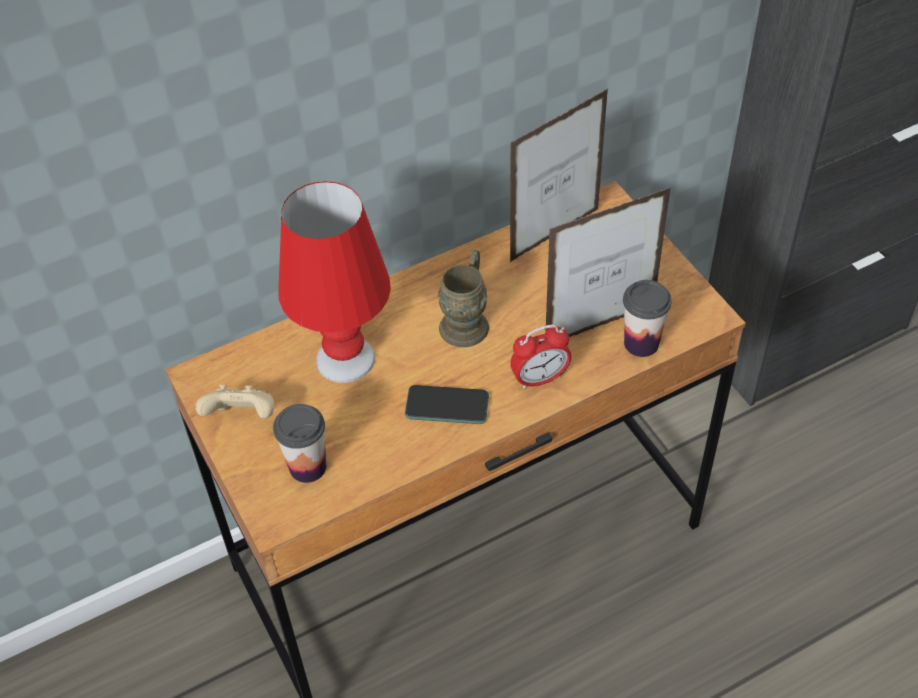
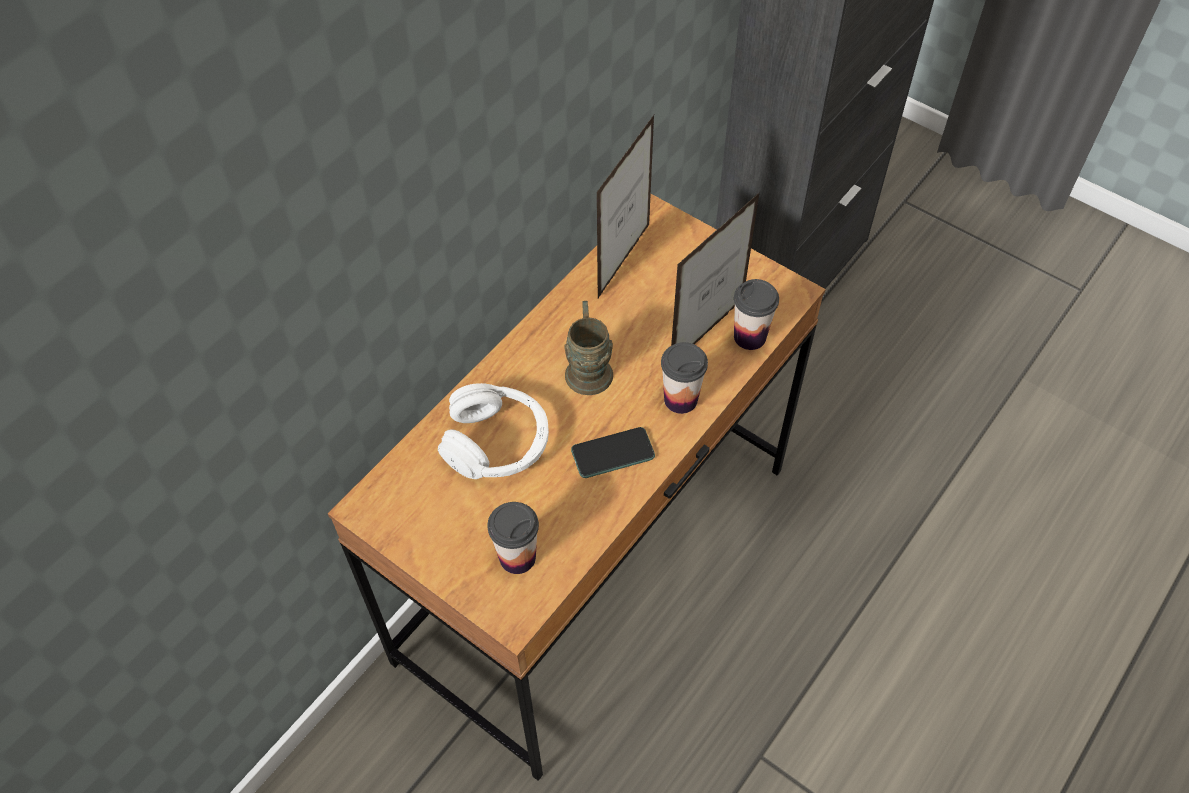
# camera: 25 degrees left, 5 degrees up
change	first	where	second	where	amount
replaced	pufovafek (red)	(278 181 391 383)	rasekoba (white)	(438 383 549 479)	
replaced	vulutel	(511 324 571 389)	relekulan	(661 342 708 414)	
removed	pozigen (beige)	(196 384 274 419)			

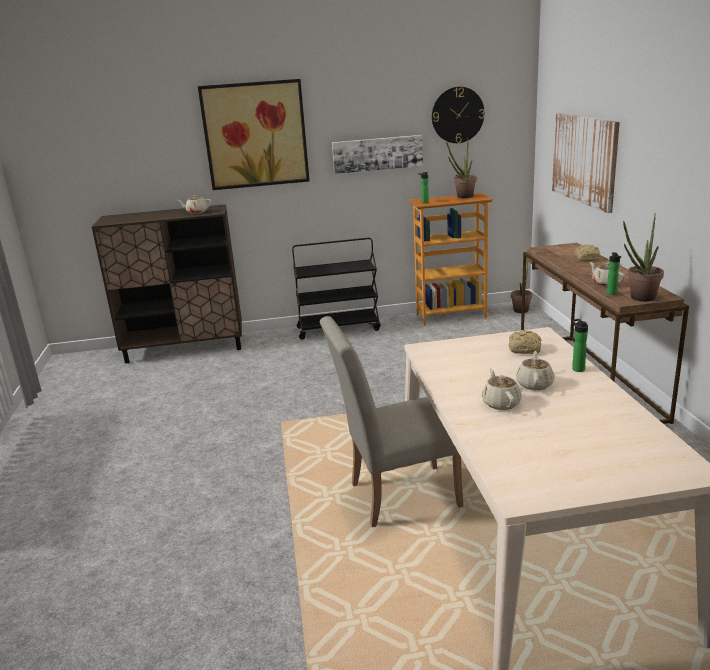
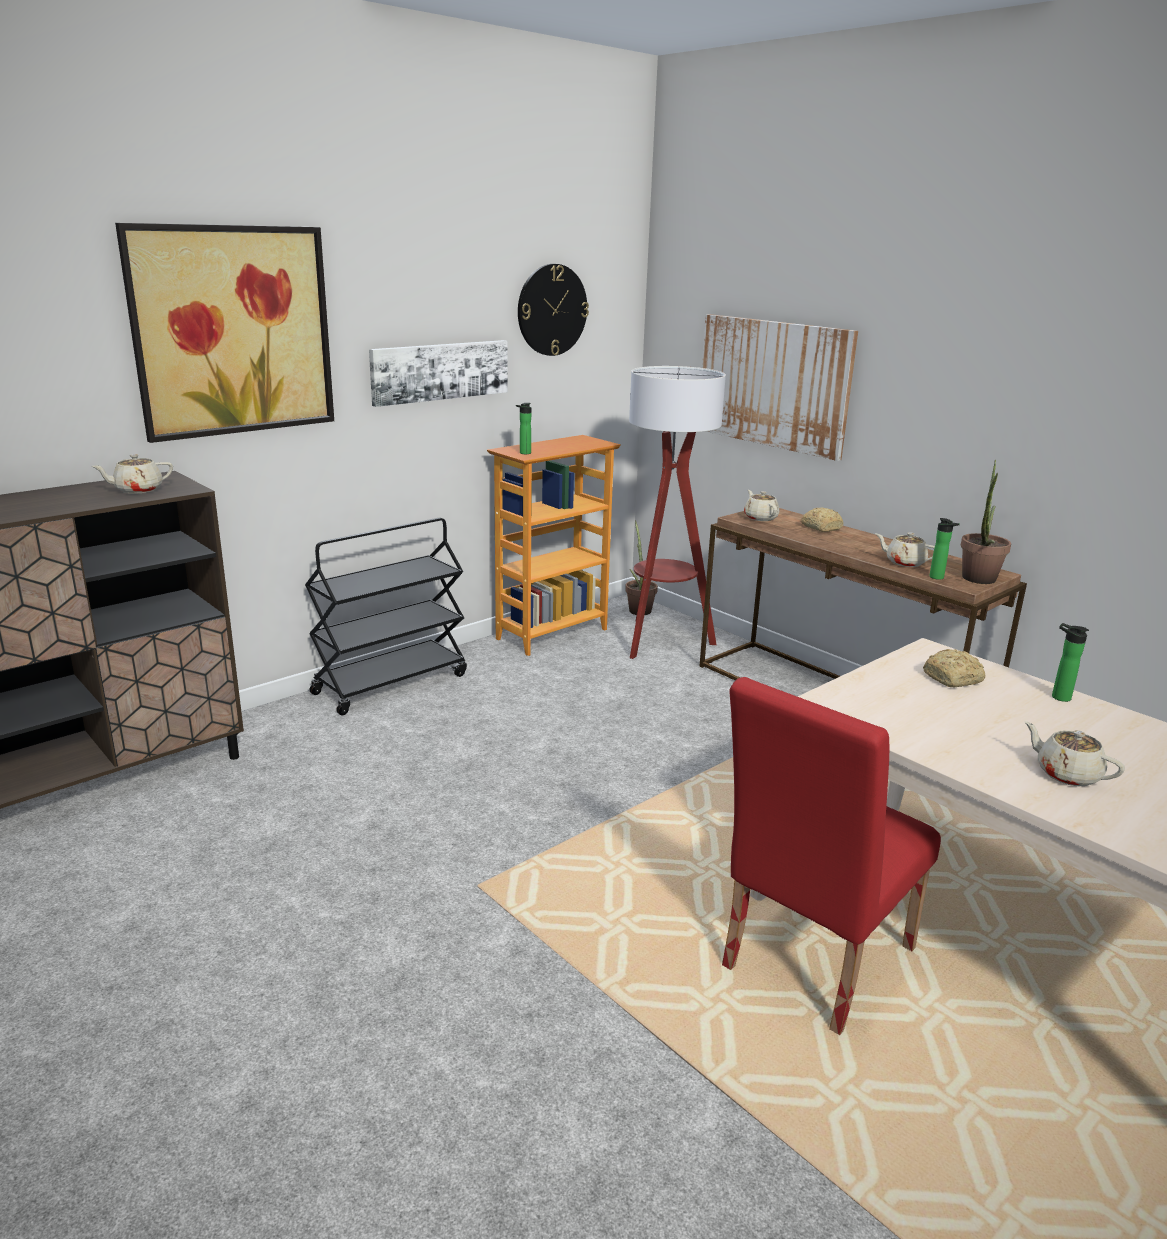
# camera: 35 degrees left, 0 degrees up
change	first	where	second	where	amount
added			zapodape	(629 366 726 659)	
recoloured	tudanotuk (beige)	(320 316 463 527)	tudanotuk (red)	(722 677 941 1035)	
moved	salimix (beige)	(516 351 555 390)		(744 490 779 521)	
removed	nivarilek	(446 140 477 198)			

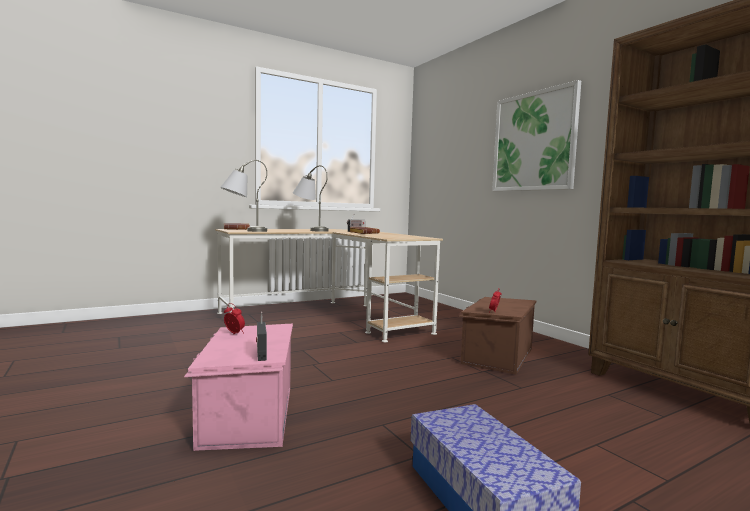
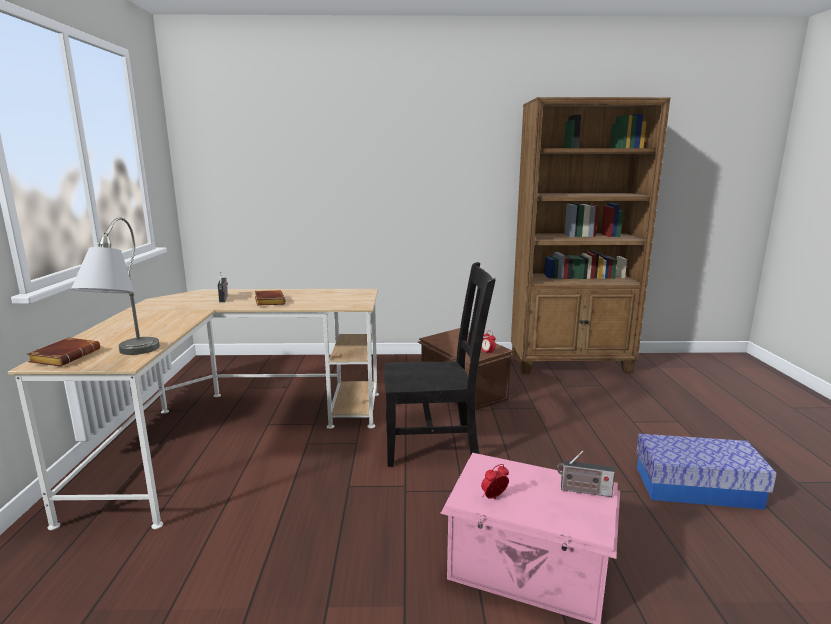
# camera: 60 degrees left, 10 degrees up
change	first	where	second	where	amount
added			tudanotuk (black)	(384 262 496 467)	
removed	pufovafek (grey)	(293 165 328 232)			
removed	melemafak	(492 80 581 191)			

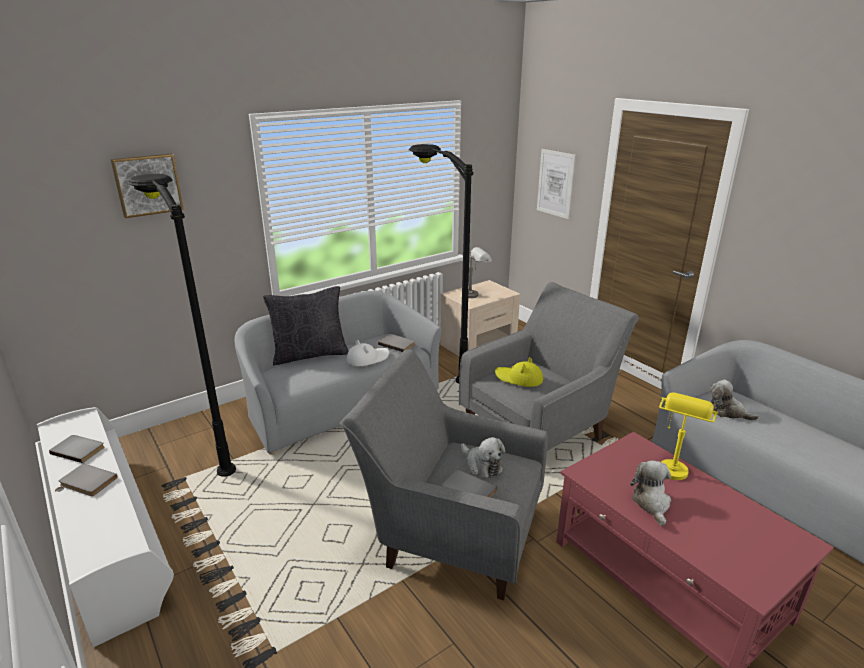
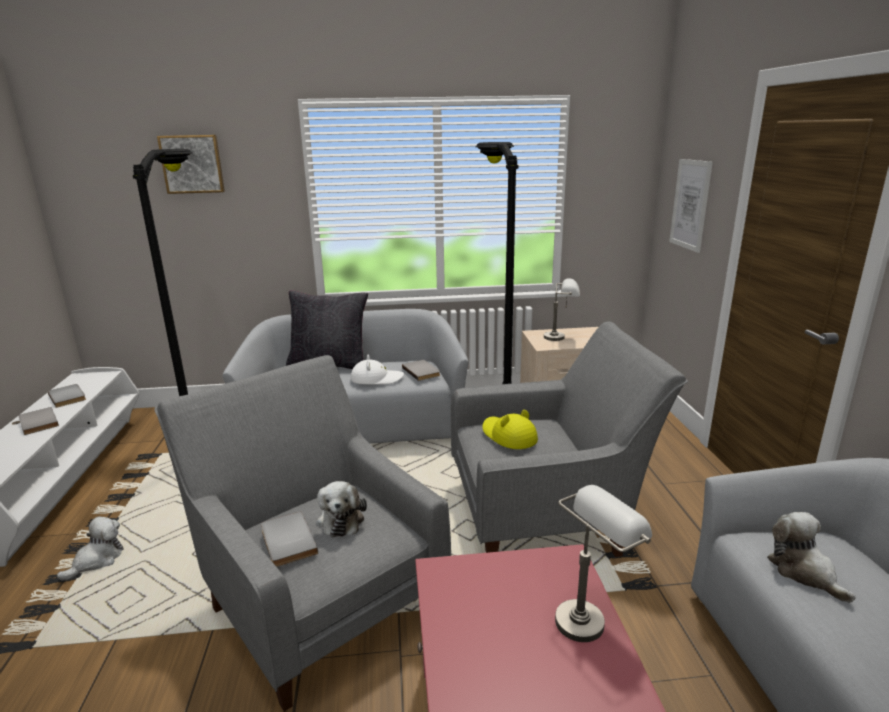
# camera: 30 degrees right, 5 degrees down
change	first	where	second	where	amount
moved	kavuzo	(630 460 671 526)		(57 516 124 581)	
recoloured	pufovafek (yellow)	(659 392 718 480)	pufovafek (grey)	(555 485 652 642)	

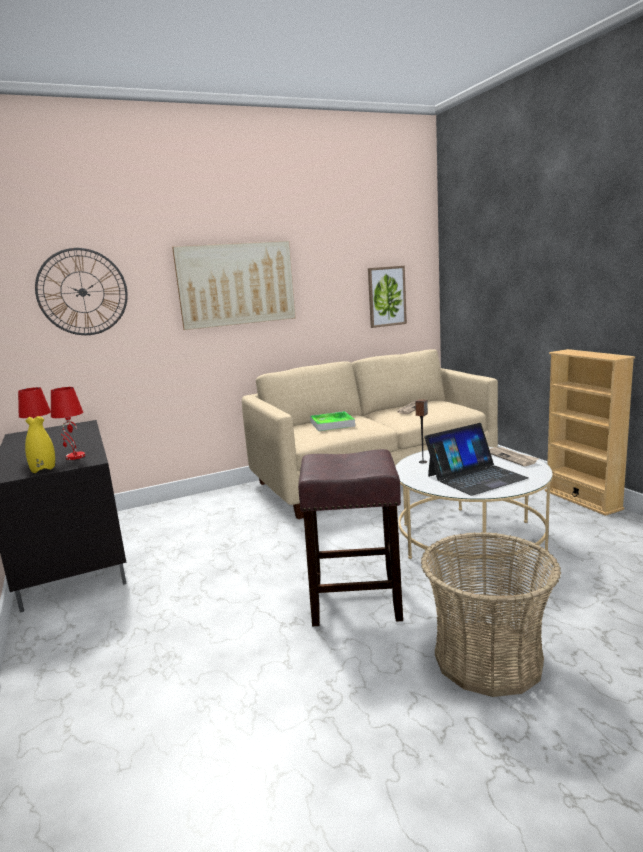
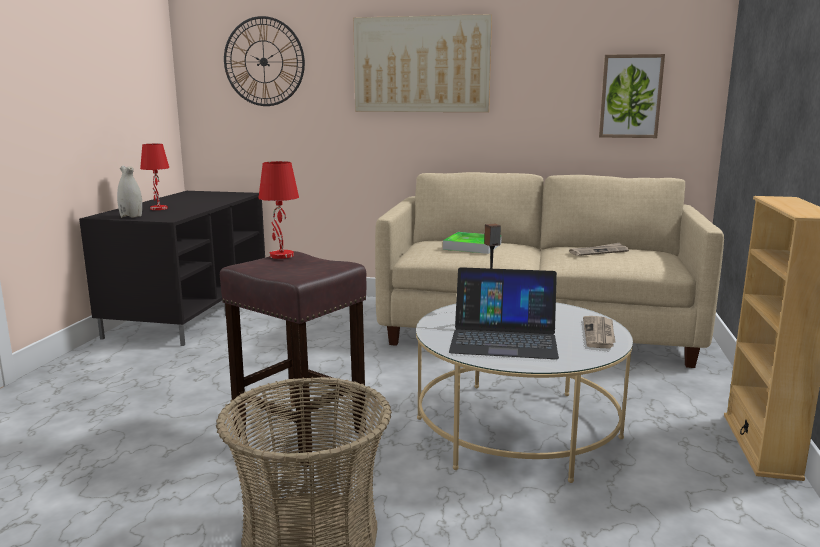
# camera: 35 degrees right, 0 degrees up
change	first	where	second	where	amount
recoloured	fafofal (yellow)	(25 416 55 473)	fafofal (white)	(117 166 142 218)	
moved	pufovafek (red)	(51 387 85 460)		(258 161 299 259)	

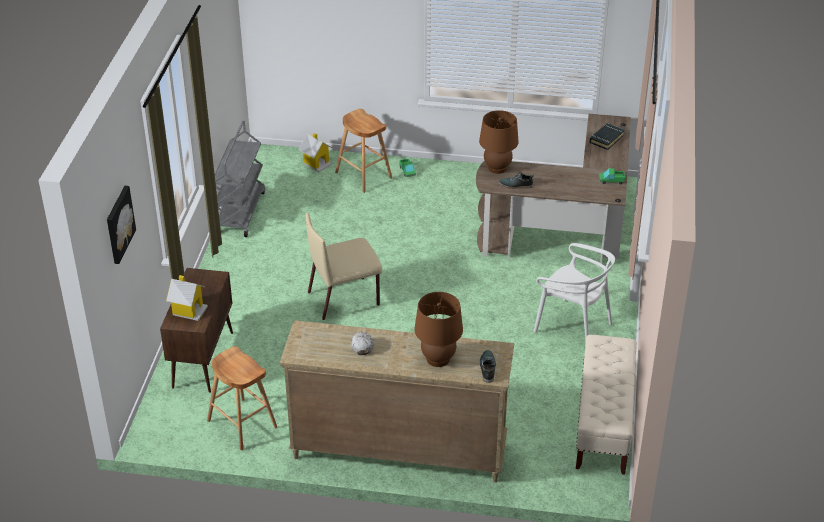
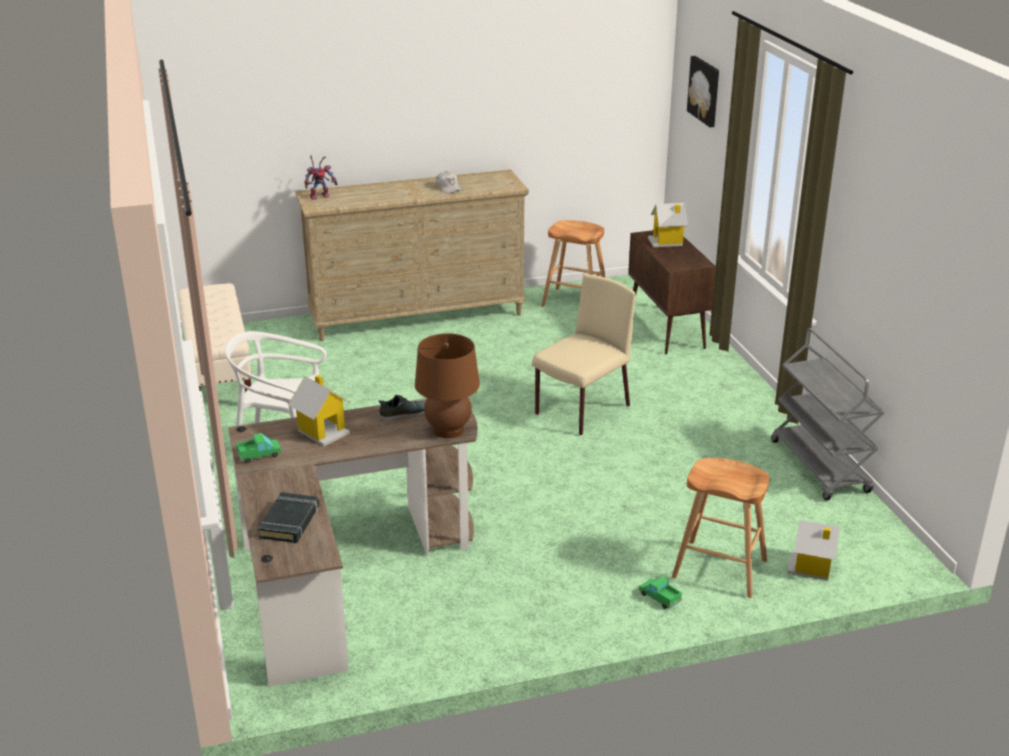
# camera: 155 degrees right, 10 degrees down
change	first	where	second	where	amount
added			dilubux	(288 375 350 446)	
replaced	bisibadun	(480 350 496 383)	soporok	(305 155 338 200)	
removed	pufovafek (brown)	(414 292 463 367)			

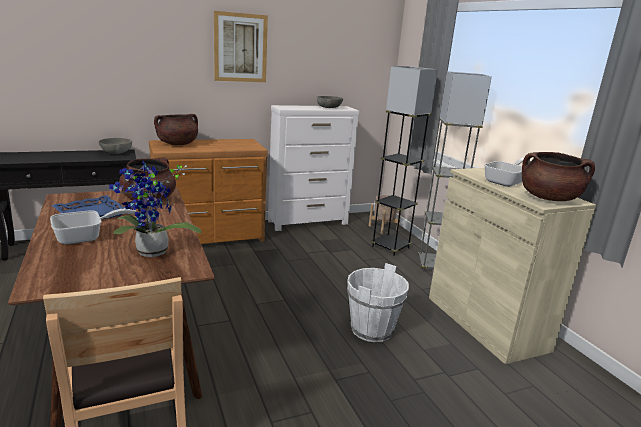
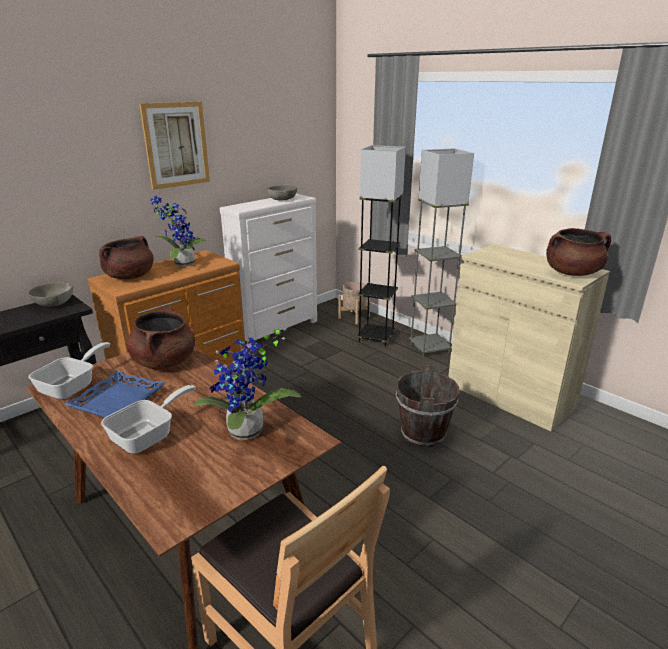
# camera: 20 degrees left, 5 degrees up
change	first	where	second	where	amount
moved	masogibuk	(484 158 524 187)		(28 342 110 399)	
added			nivarilek	(151 196 206 267)	
recoloured	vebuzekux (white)	(347 263 409 342)	vebuzekux (brown)	(396 364 460 447)	

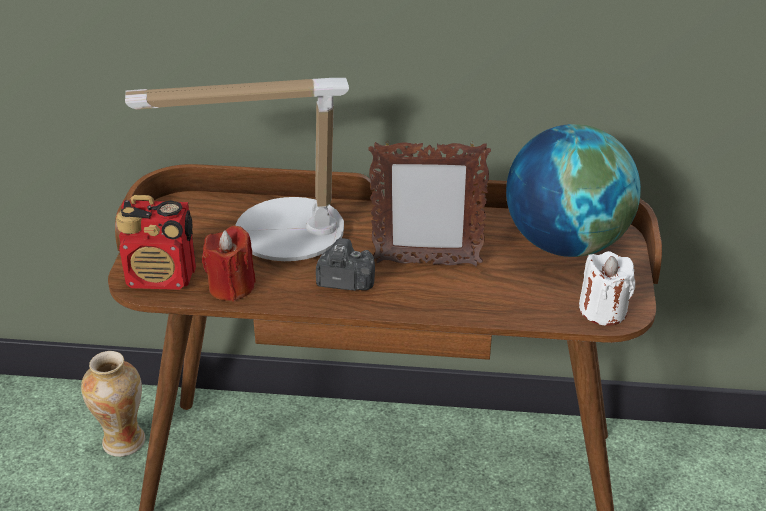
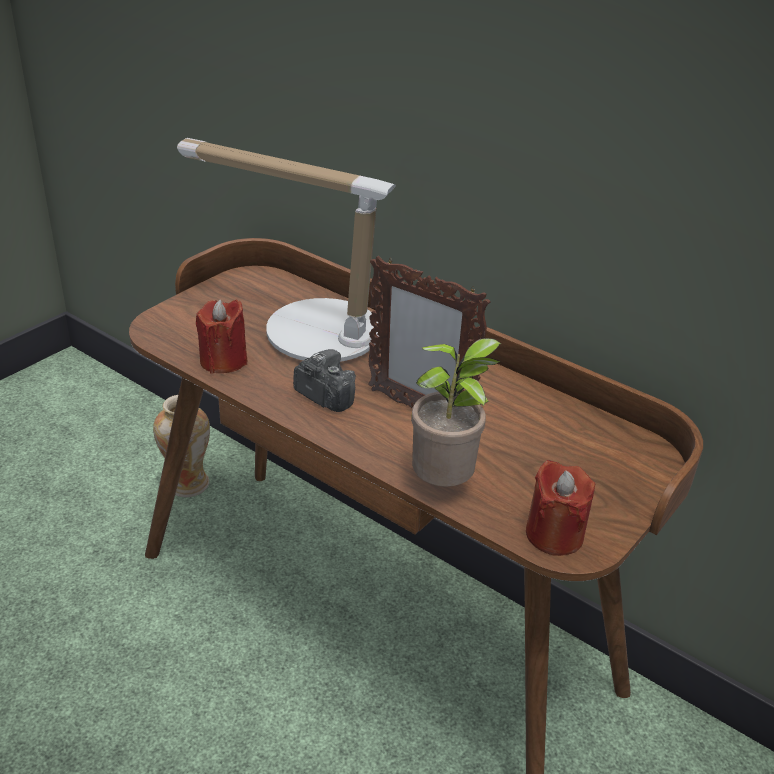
# camera: 30 degrees right, 0 degrees up
change	first	where	second	where	amount
added			nivarilek	(411 338 501 487)	
recoloured	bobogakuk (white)	(579 251 635 326)	bobogakuk (red)	(526 460 595 556)	
removed	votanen	(116 195 196 290)			
removed	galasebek	(506 124 641 257)			

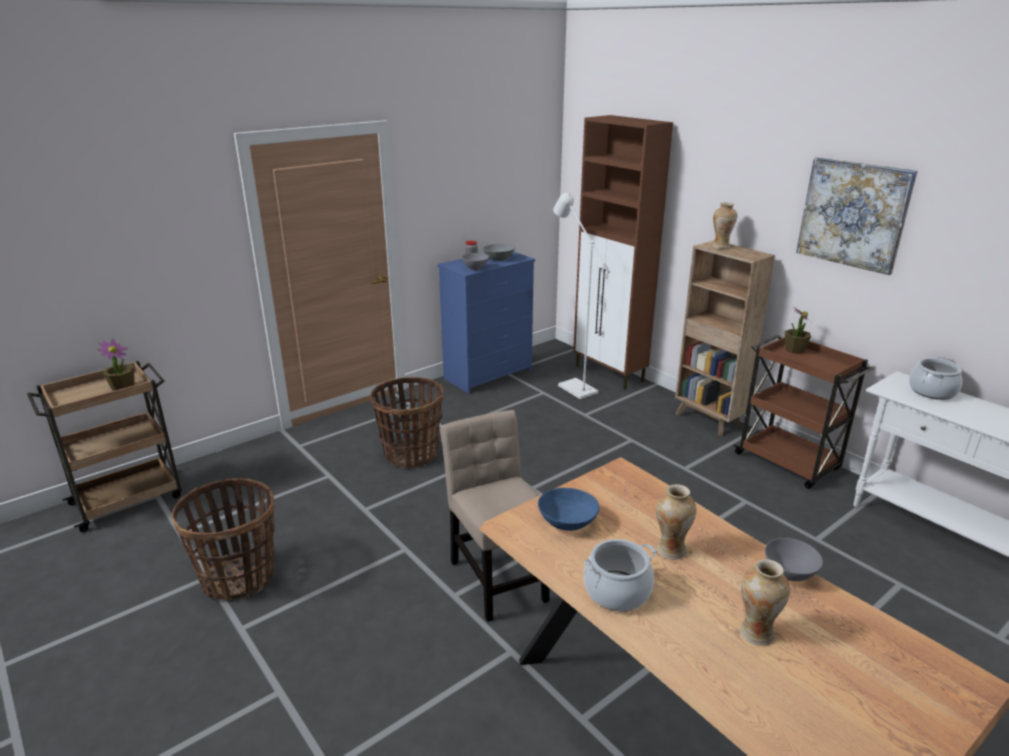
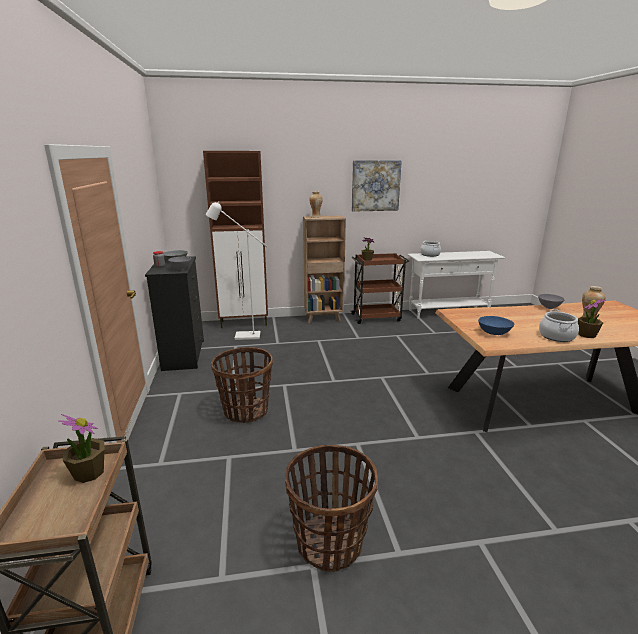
# camera: 60 degrees left, 5 degrees down
change	first	where	second	where	amount
recoloured	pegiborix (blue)	(437 252 535 394)	pegiborix (black)	(145 256 204 371)	
added			nivarilek	(578 299 606 338)	
removed	tudanotuk (beige)	(440 410 550 622)			
removed	fafofal	(656 484 697 560)			

